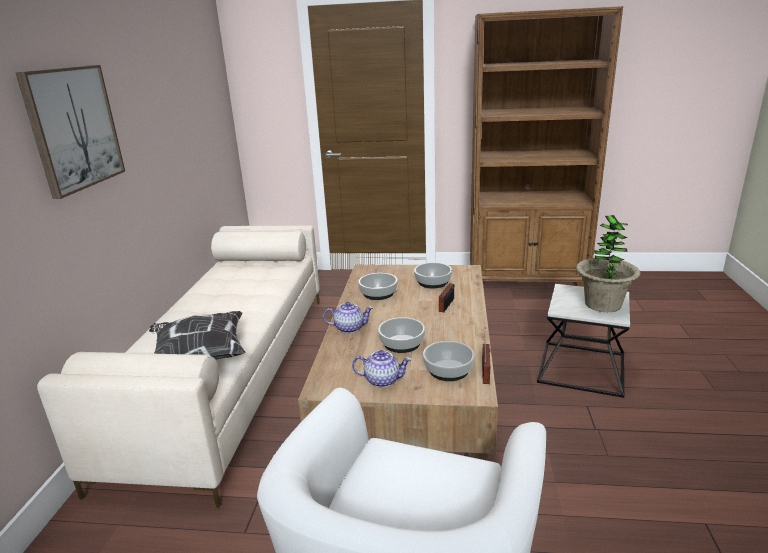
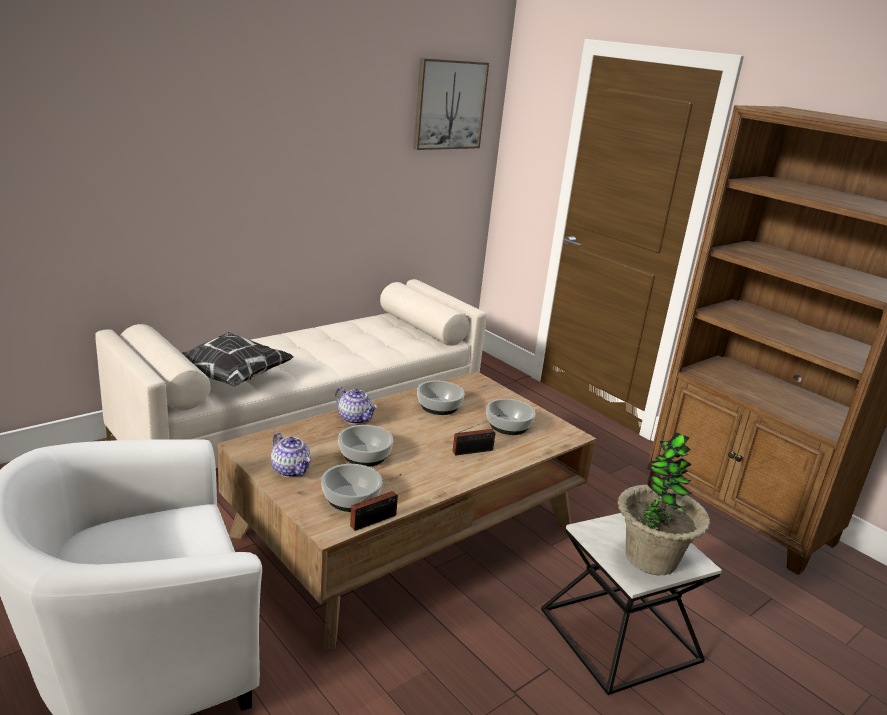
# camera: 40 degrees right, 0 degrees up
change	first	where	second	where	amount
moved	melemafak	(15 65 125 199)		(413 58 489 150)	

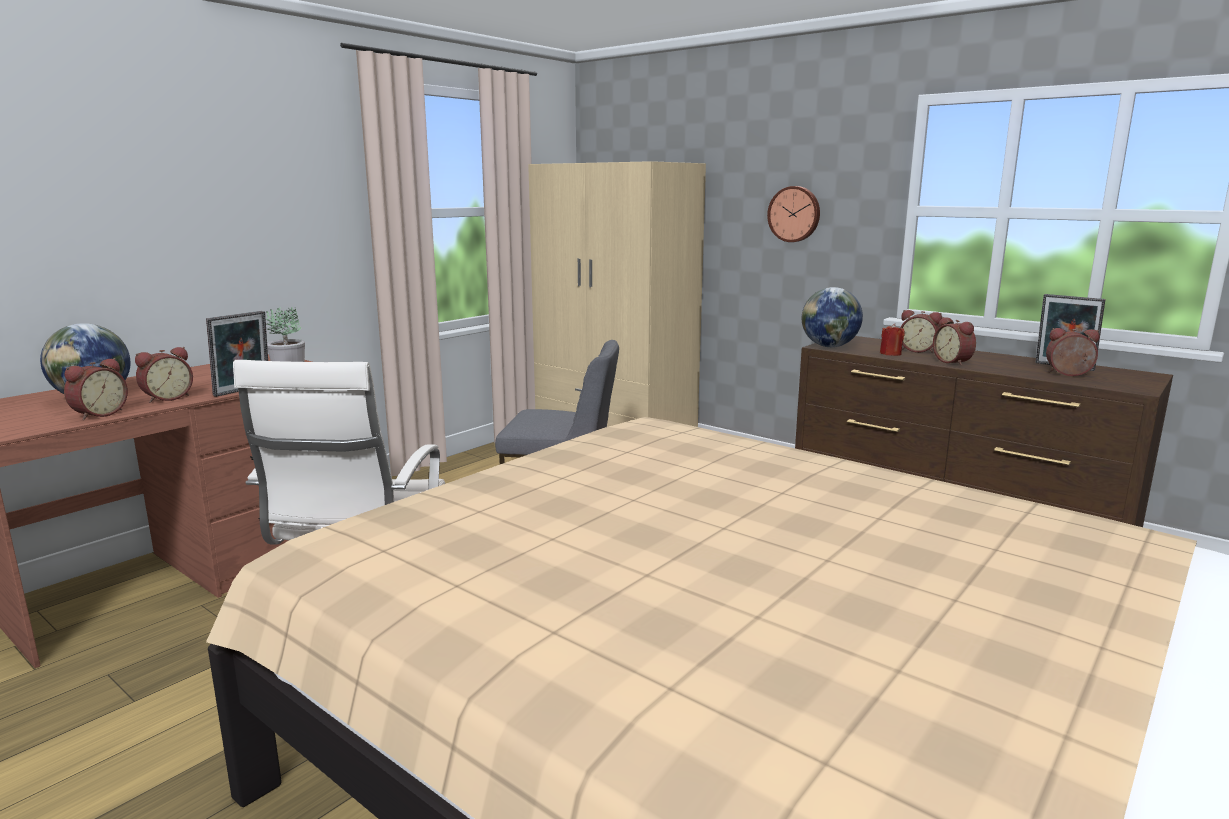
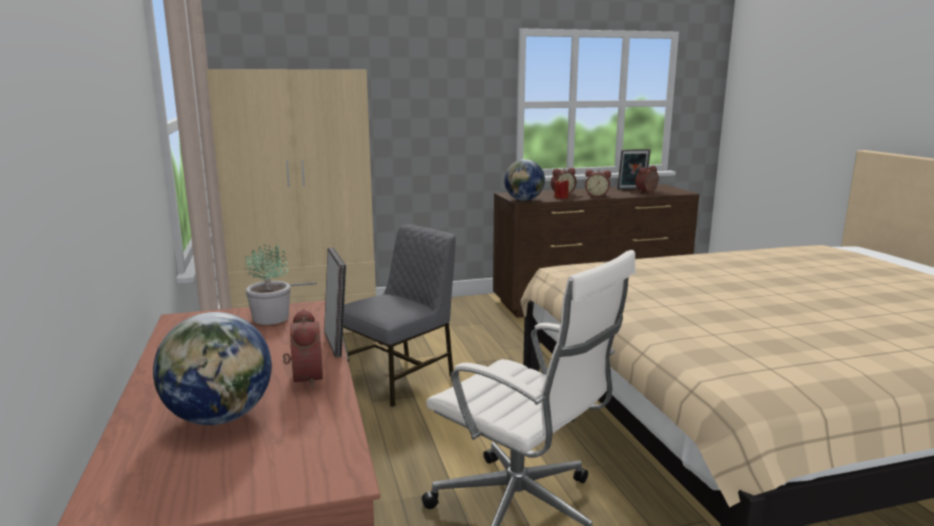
# camera: 55 degrees left, 0 degrees up
change	first	where	second	where	amount
removed	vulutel	(64 358 128 420)			
removed	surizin	(767 186 820 242)			

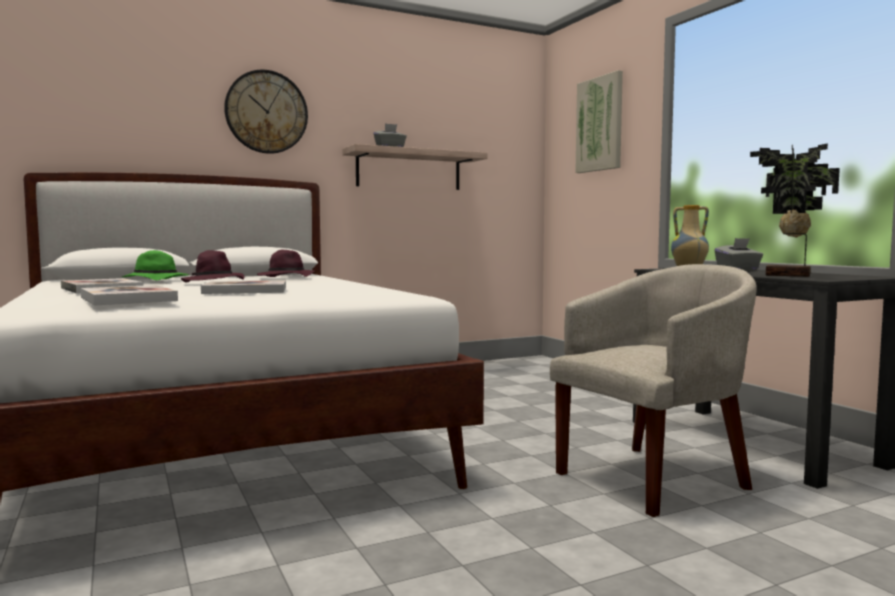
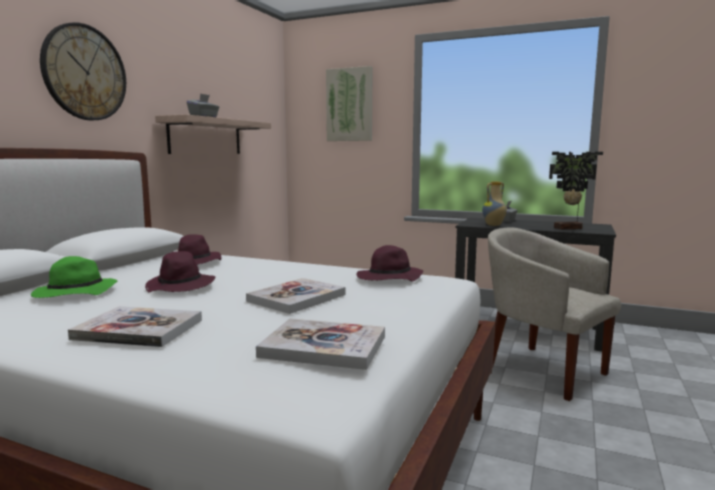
# camera: 40 degrees left, 5 degrees up
change	first	where	second	where	amount
added			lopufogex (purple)	(357 245 423 281)	
turned	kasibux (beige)	(550 264 757 517)		(488 228 621 401)	60 degrees counterclockwise

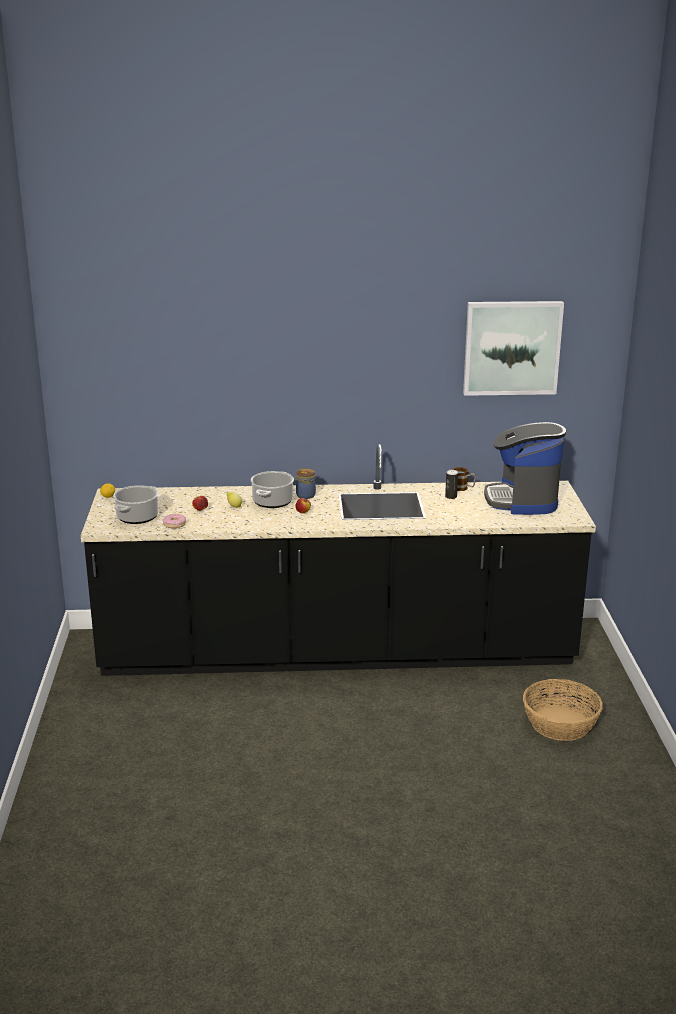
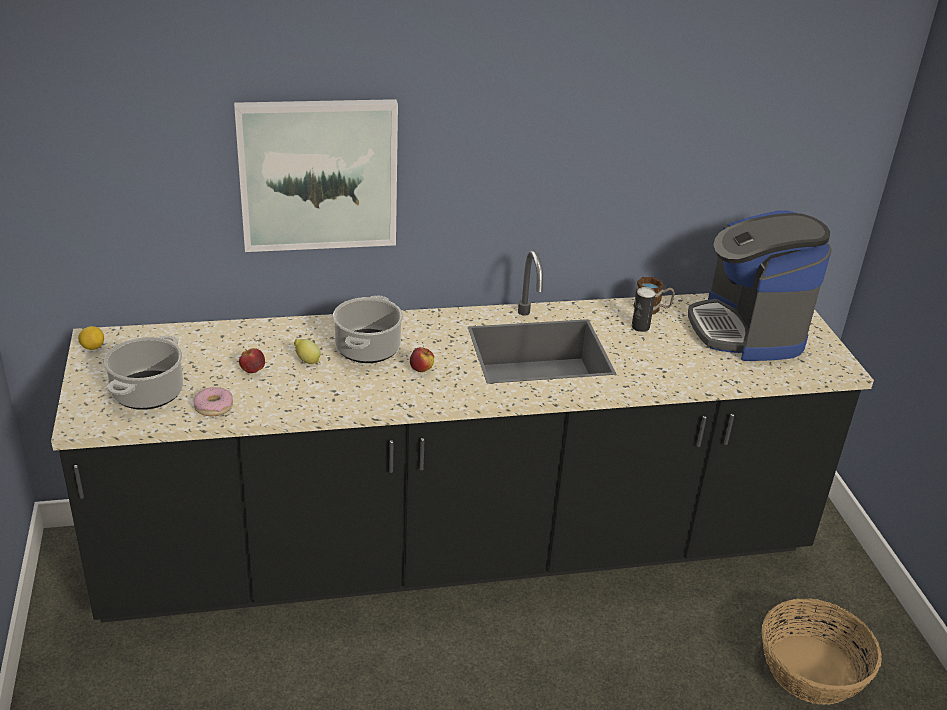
# camera: 10 degrees left, 10 degrees up
change	first	where	second	where	amount
moved	melemafak	(463 301 564 396)		(234 99 398 252)	
removed	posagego	(296 468 316 499)			

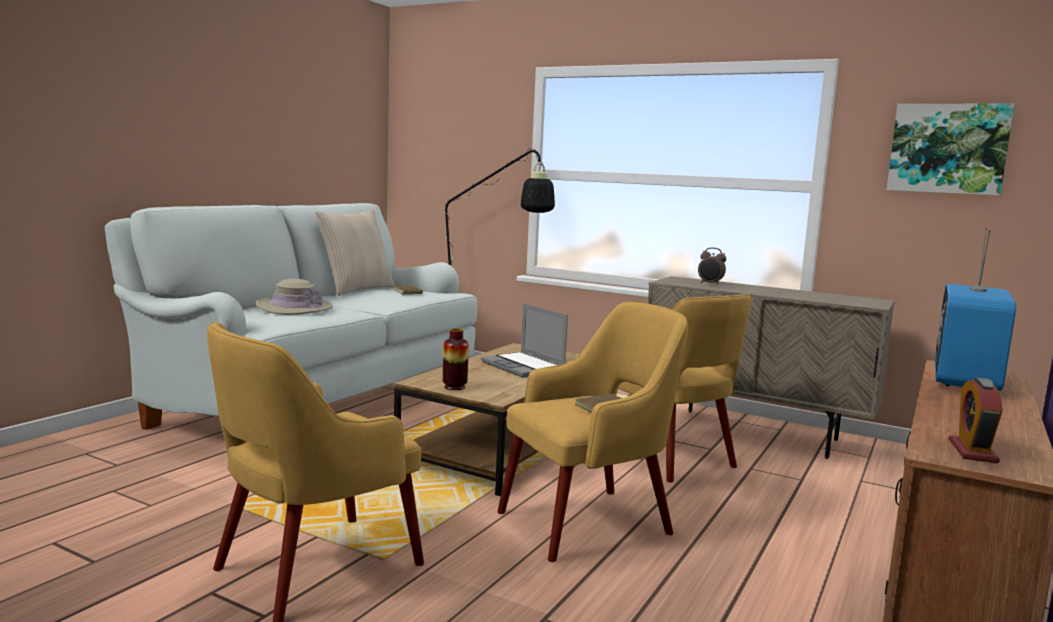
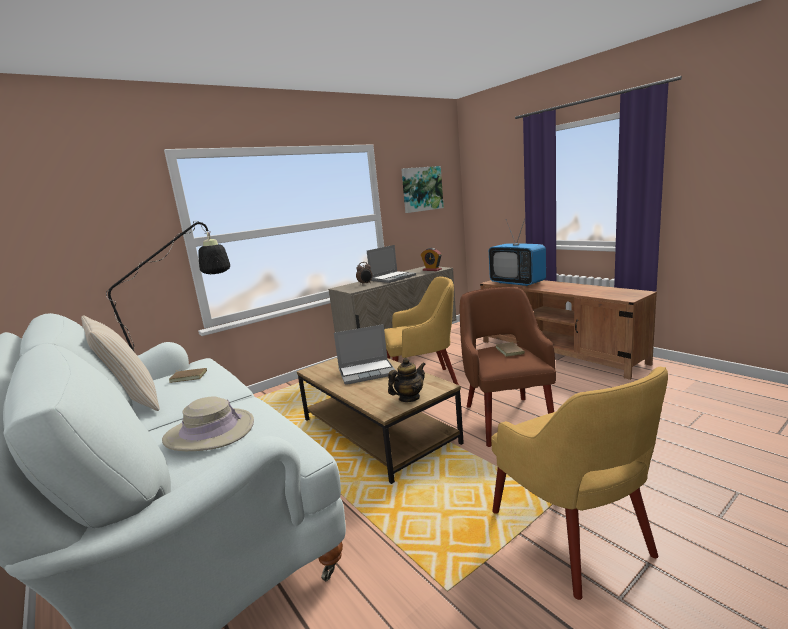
# camera: 65 degrees left, 5 degrees up
change	first	where	second	where	amount
added			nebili	(367 245 416 283)	
replaced	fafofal	(443 329 469 390)	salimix	(388 358 426 402)	
moved	vulutel	(949 377 1003 463)		(421 248 442 271)	
recoloured	kasibux (yellow)	(497 302 688 562)	kasibux (brown)	(460 287 556 447)	

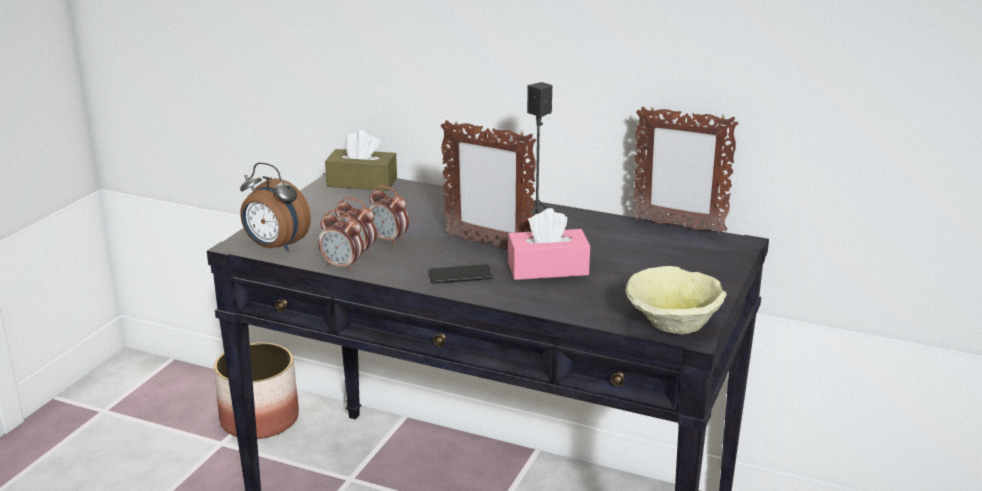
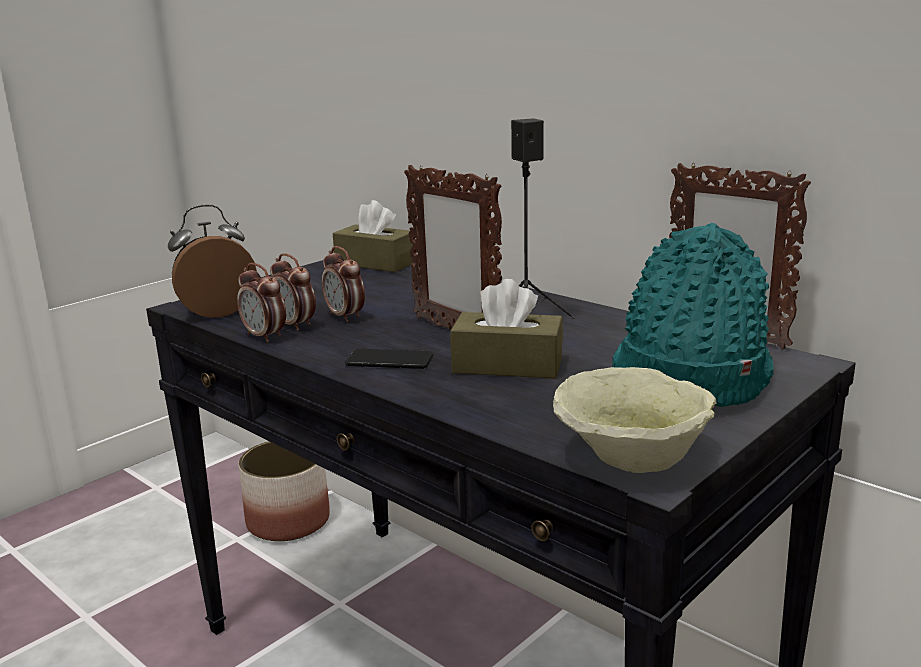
# camera: 20 degrees right, 5 degrees down
change	first	where	second	where	amount
turned	vulutel	(240 162 311 252)		(168 205 257 318)	105 degrees clockwise
recoloured	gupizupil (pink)	(508 208 590 280)	gupizupil (brown)	(450 279 563 379)	
added			lopufogex (turquoise)	(612 223 774 407)	

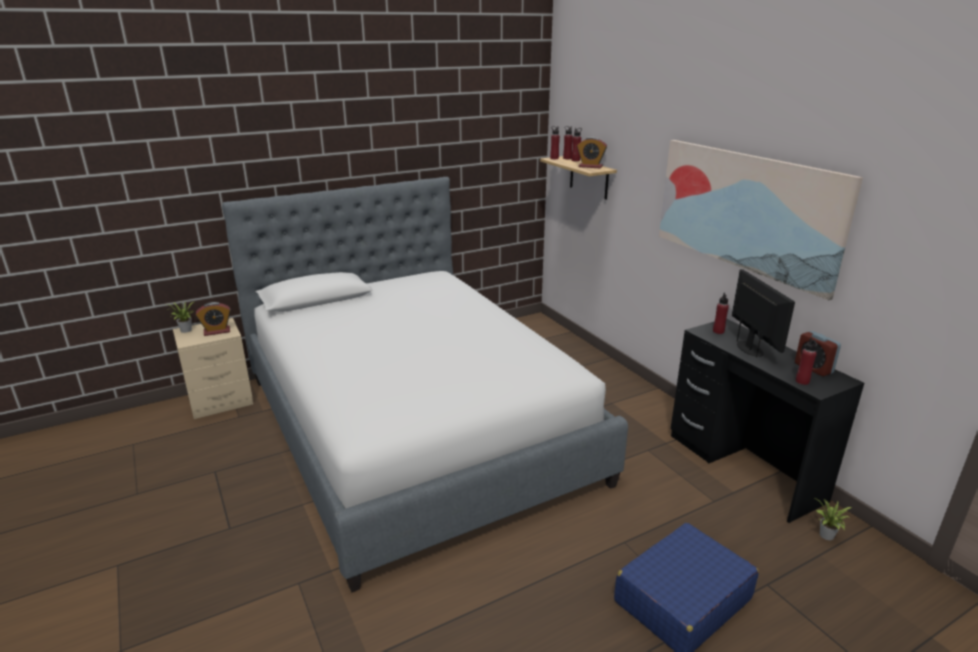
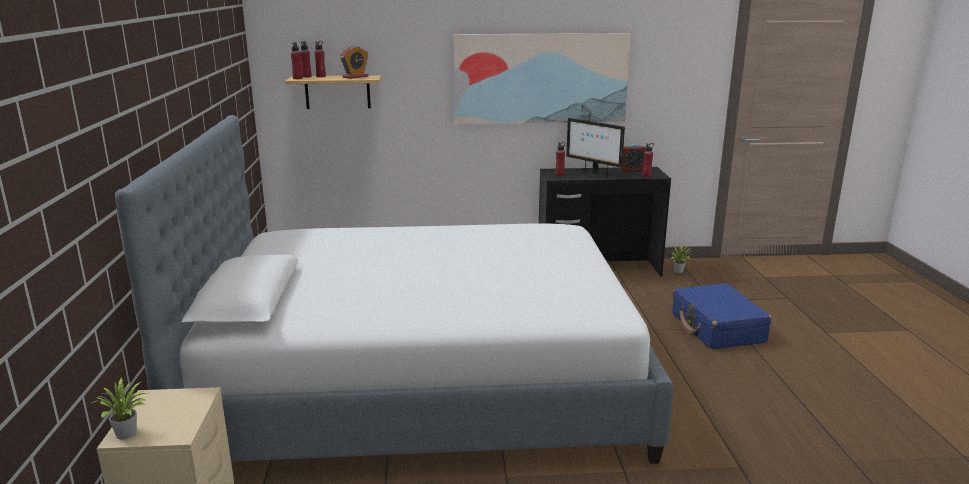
# camera: 65 degrees left, 5 degrees down
change	first	where	second	where	amount
turned	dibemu	(732 269 795 358)		(566 118 625 177)	150 degrees counterclockwise
removed	vulutel	(196 302 231 336)			

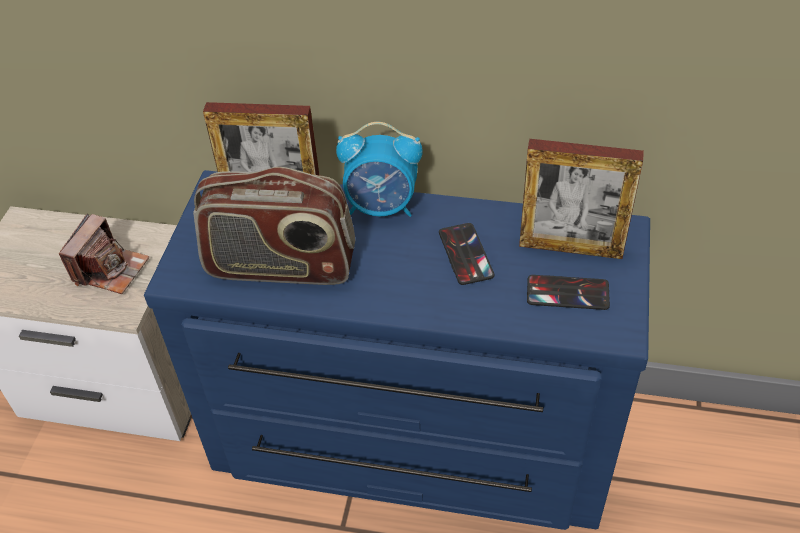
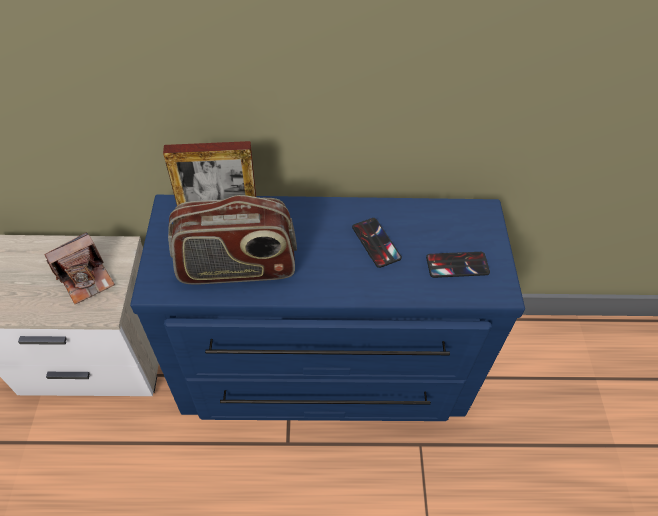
# camera: 15 degrees left, 5 degrees up
change	first	where	second	where	amount
turned	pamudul	(59 213 149 294)		(44 232 115 304)	45 degrees clockwise
removed	vulutel	(336 122 423 217)			
removed	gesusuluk	(519 139 644 259)			

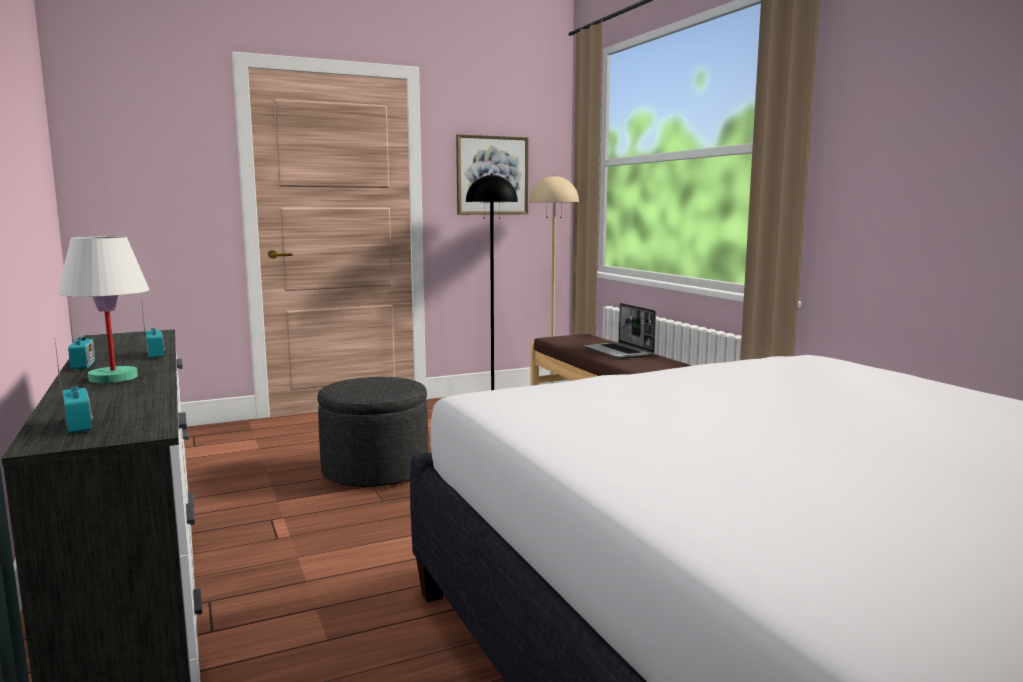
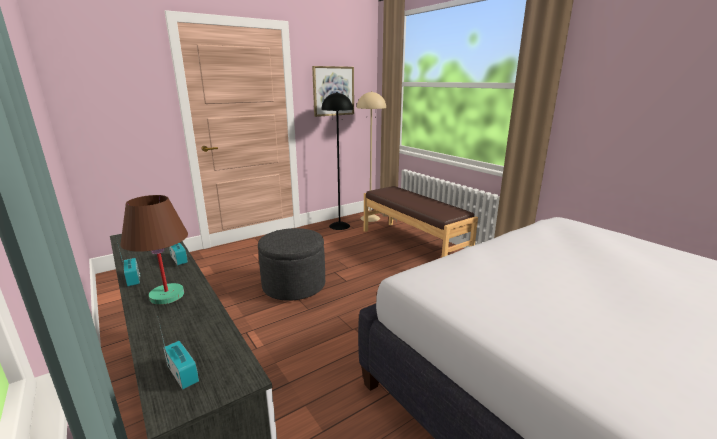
# camera: 10 degrees left, 10 degrees up
change	first	where	second	where	amount
recoloured	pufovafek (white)	(57 237 150 383)	pufovafek (brown)	(120 195 188 305)	
removed	nebili	(584 303 656 359)			

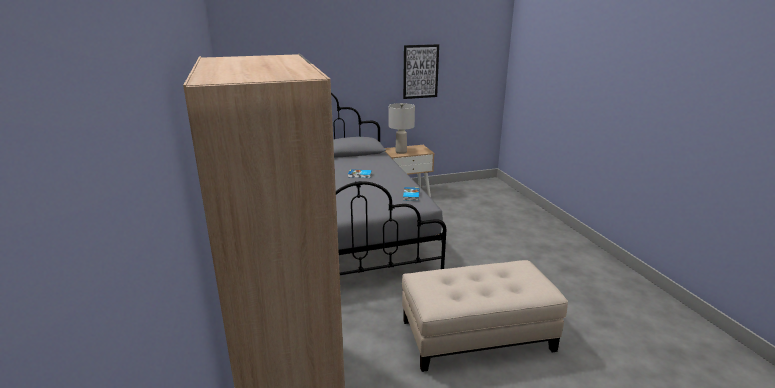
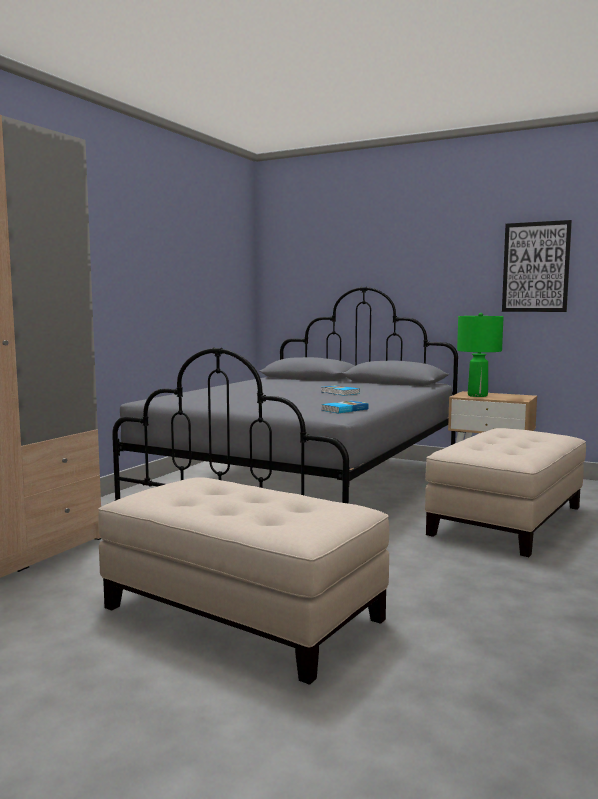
# camera: 45 degrees right, 15 degrees down
change	first	where	second	where	amount
added			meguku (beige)	(425 428 586 557)	
recoloured	pufovafek (grey)	(389 103 415 154)	pufovafek (green)	(457 313 504 397)	

